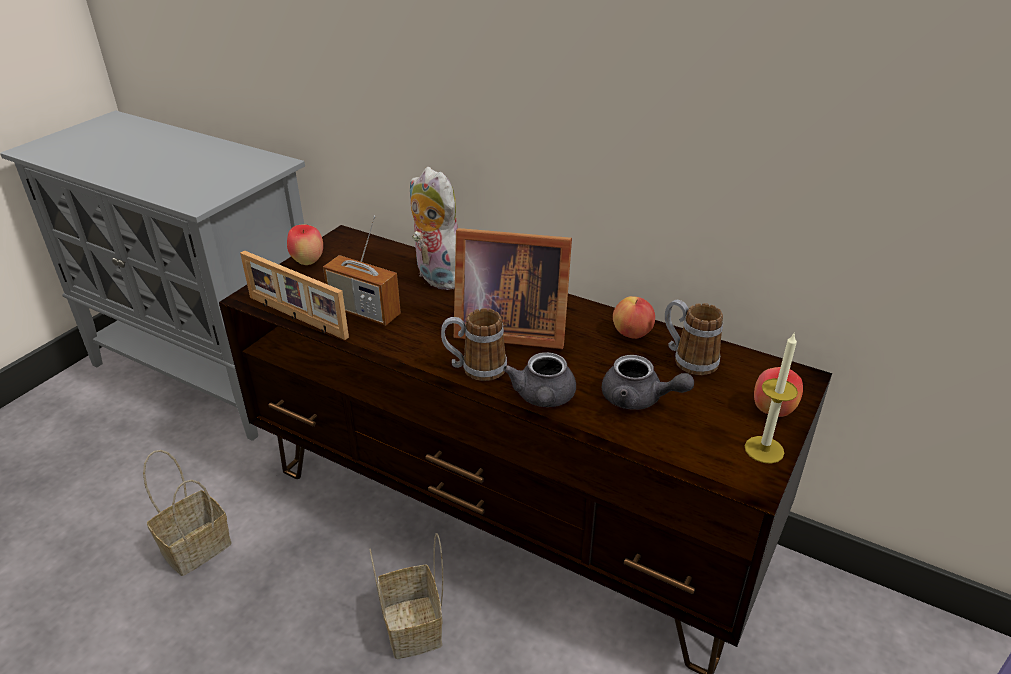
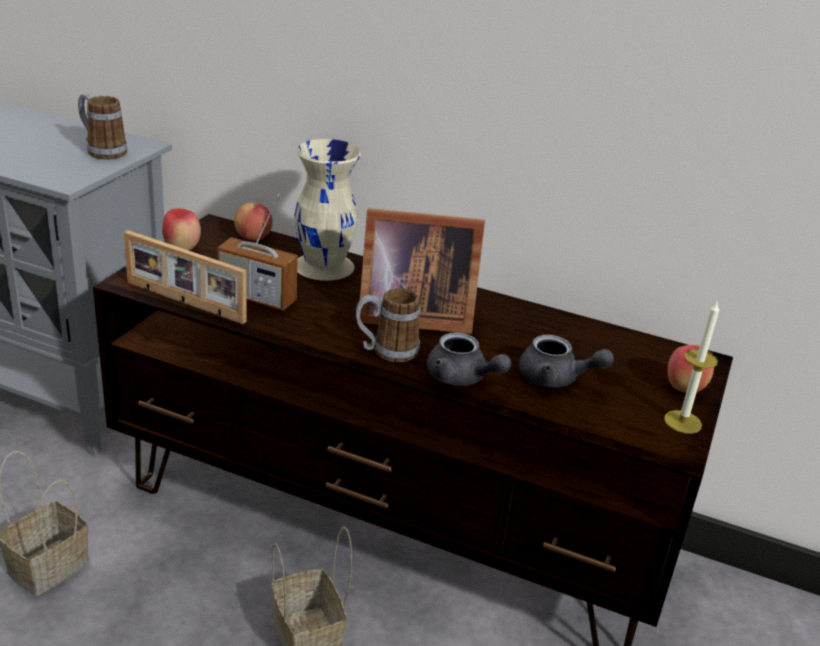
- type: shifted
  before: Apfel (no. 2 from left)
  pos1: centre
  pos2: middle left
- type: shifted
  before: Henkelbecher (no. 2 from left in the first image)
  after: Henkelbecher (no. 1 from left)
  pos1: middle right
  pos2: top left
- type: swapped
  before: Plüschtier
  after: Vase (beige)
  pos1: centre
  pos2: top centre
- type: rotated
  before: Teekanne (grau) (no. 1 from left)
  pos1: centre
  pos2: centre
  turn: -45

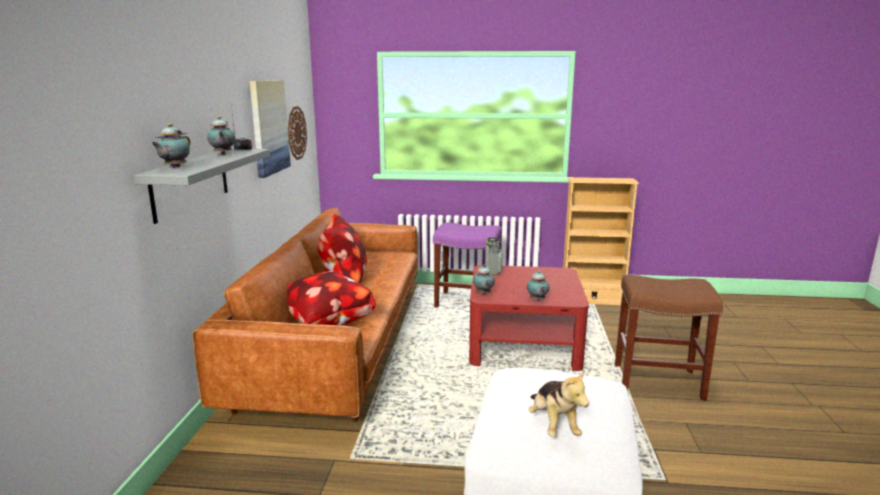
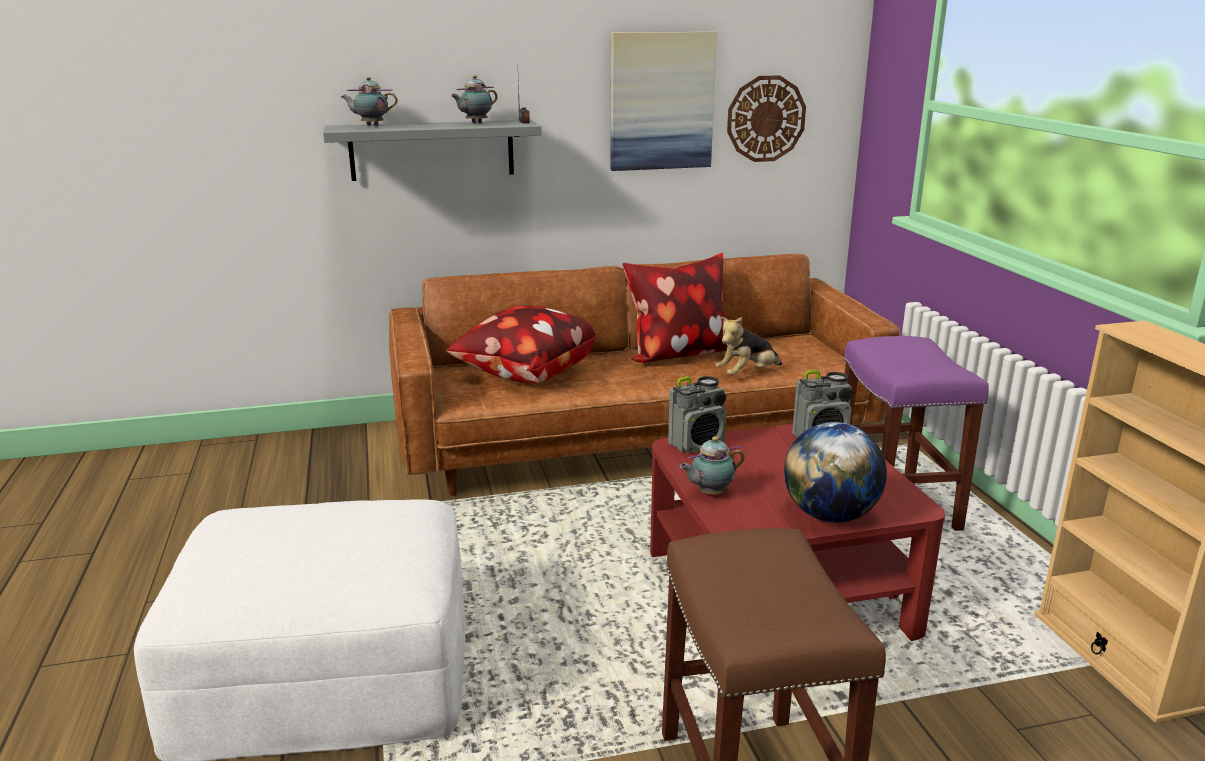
- type: new
  after: Globus
  pos2: middle right
- type: shifted
  before: Plüschtier
  pos1: bottom centre
  pos2: centre
- type: swapped
  before: Teekanne (no. 3 from left)
  after: Radio (no. 2 from left)
  pos1: centre
  pos2: centre

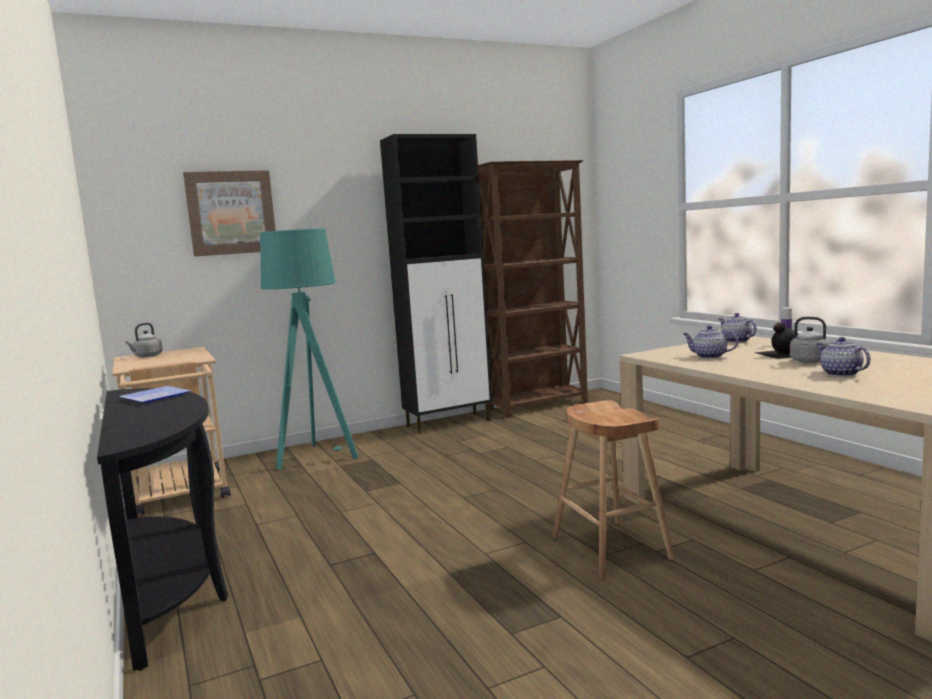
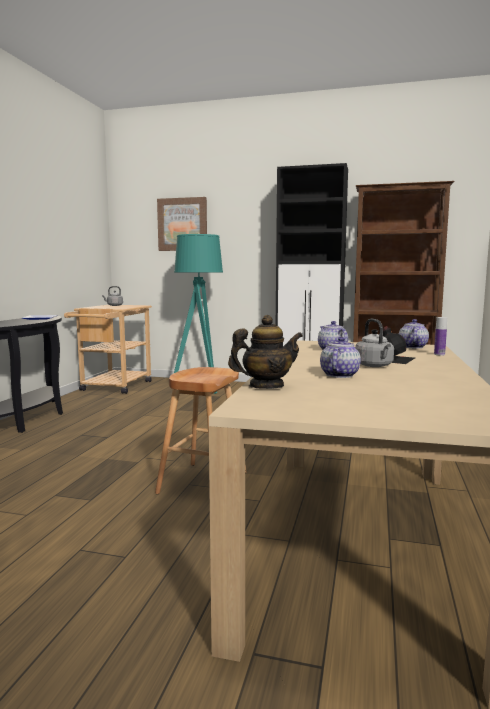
- type: new
  after: Teekanne (no. 1 from left)
  pos2: centre

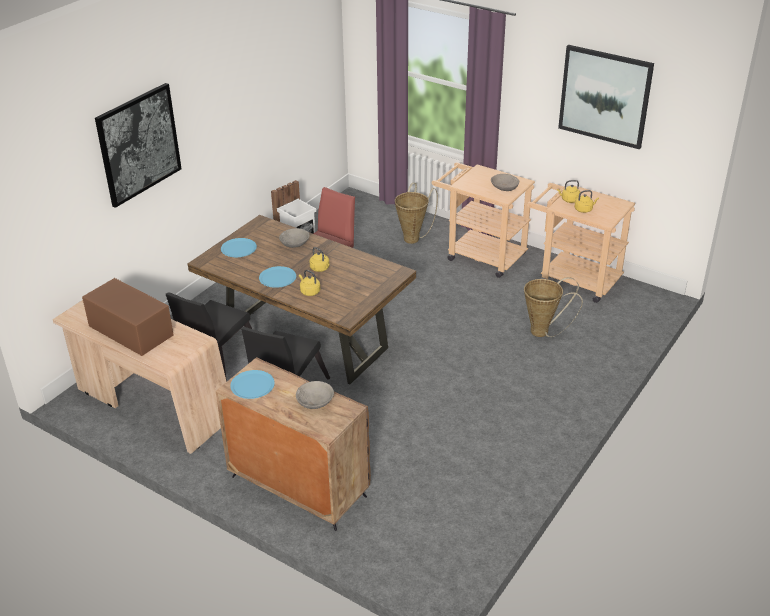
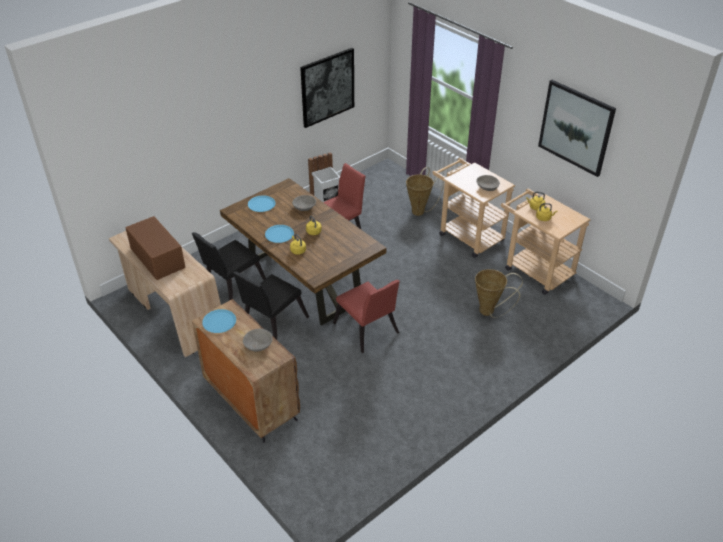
- type: new
  after: Stuhl (rot) (no. 2 from left)
  pos2: centre
- type: shifted
  before: Bild (no. 1 from left)
  pos1: top left
  pos2: top centre

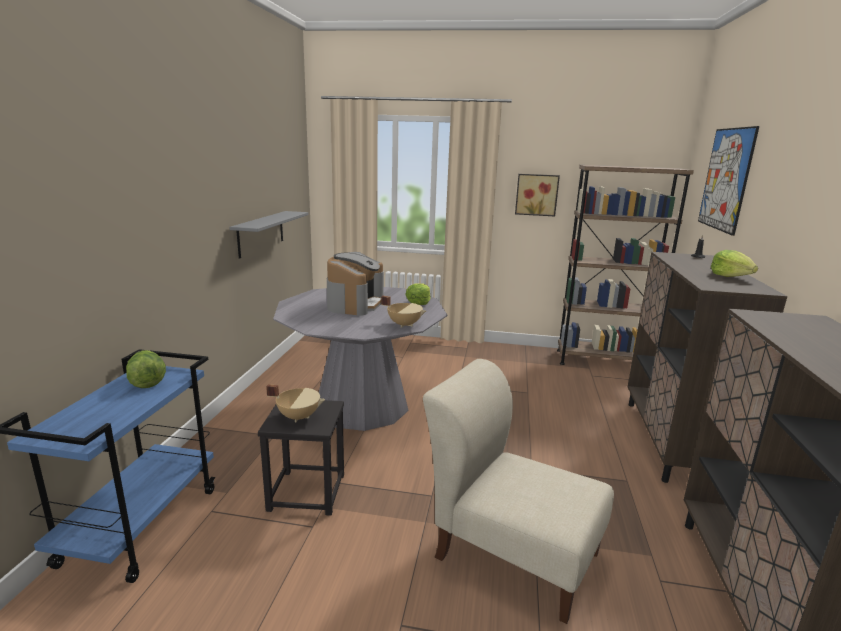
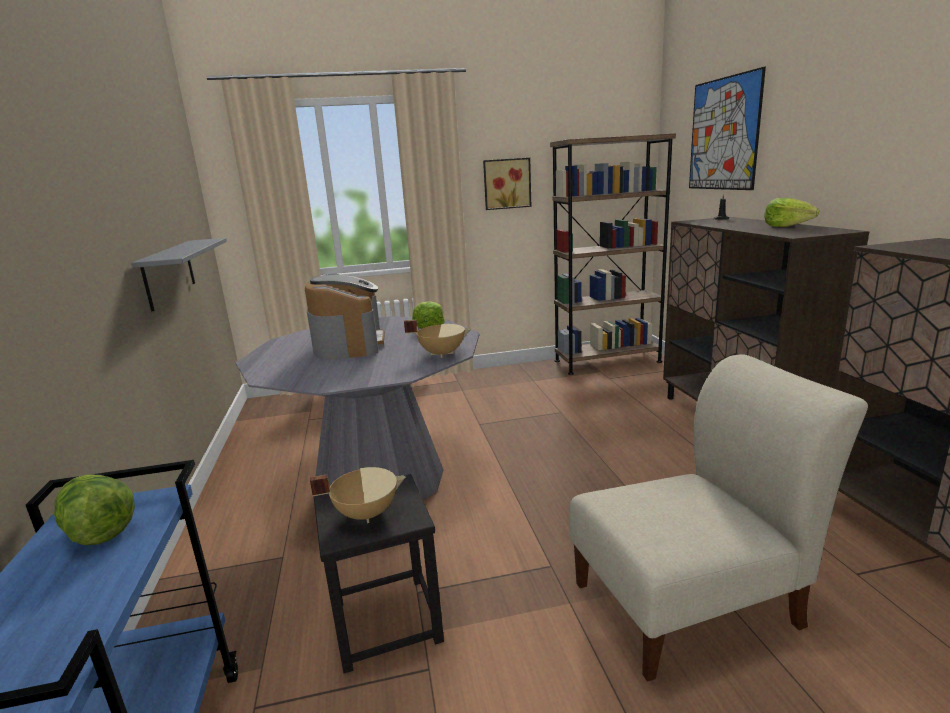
- type: rotated
  before: Stuhl (beige)
  pos1: bottom centre
  pos2: bottom right
  turn: 150

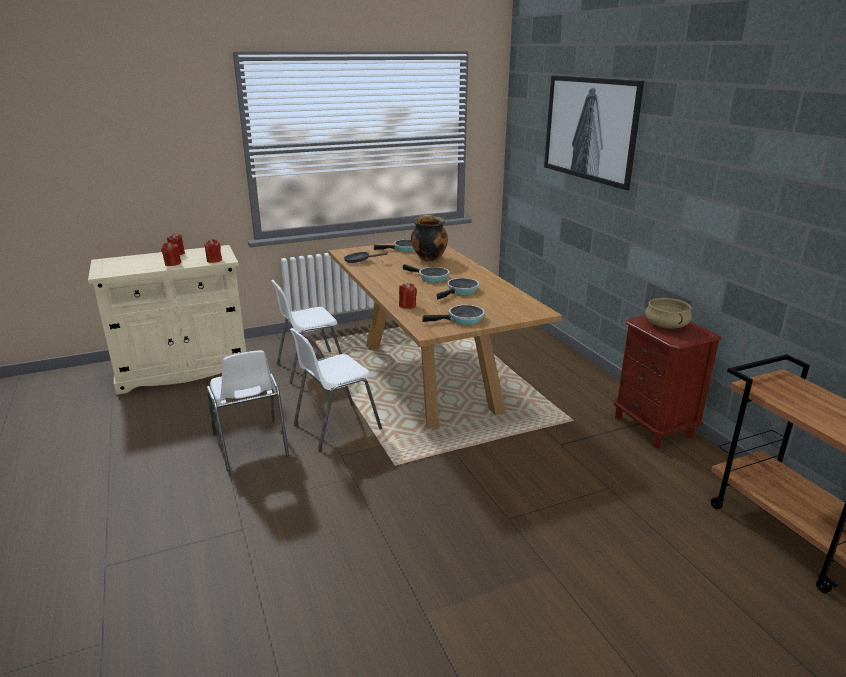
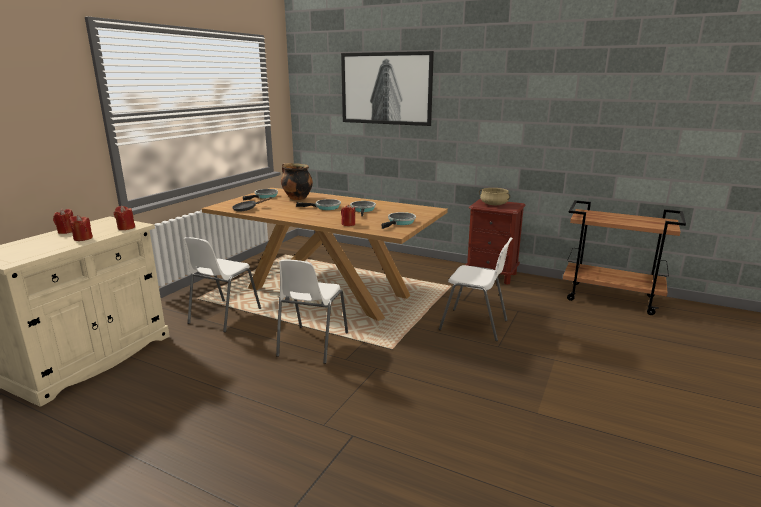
- type: shifted
  before: Stuhl (weiß) (no. 1 from left in the first image)
  after: Stuhl (weiß) (no. 3 from left)
  pos1: middle left
  pos2: centre

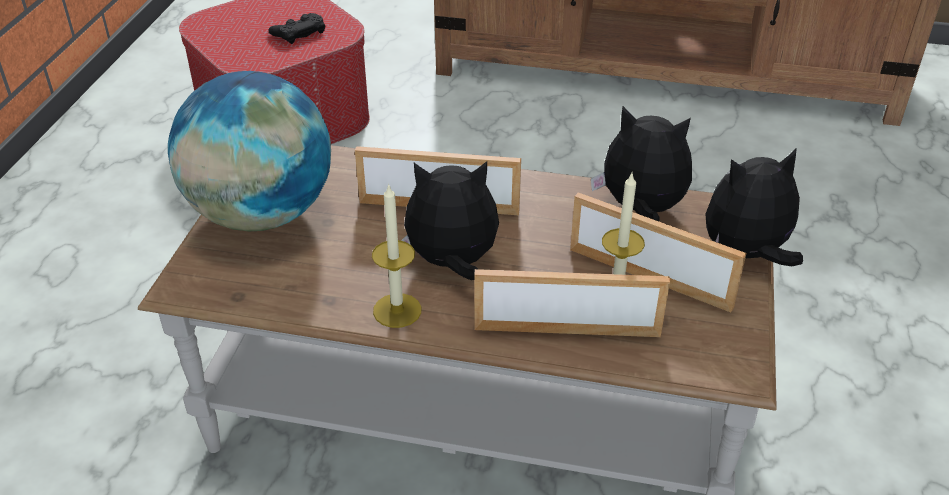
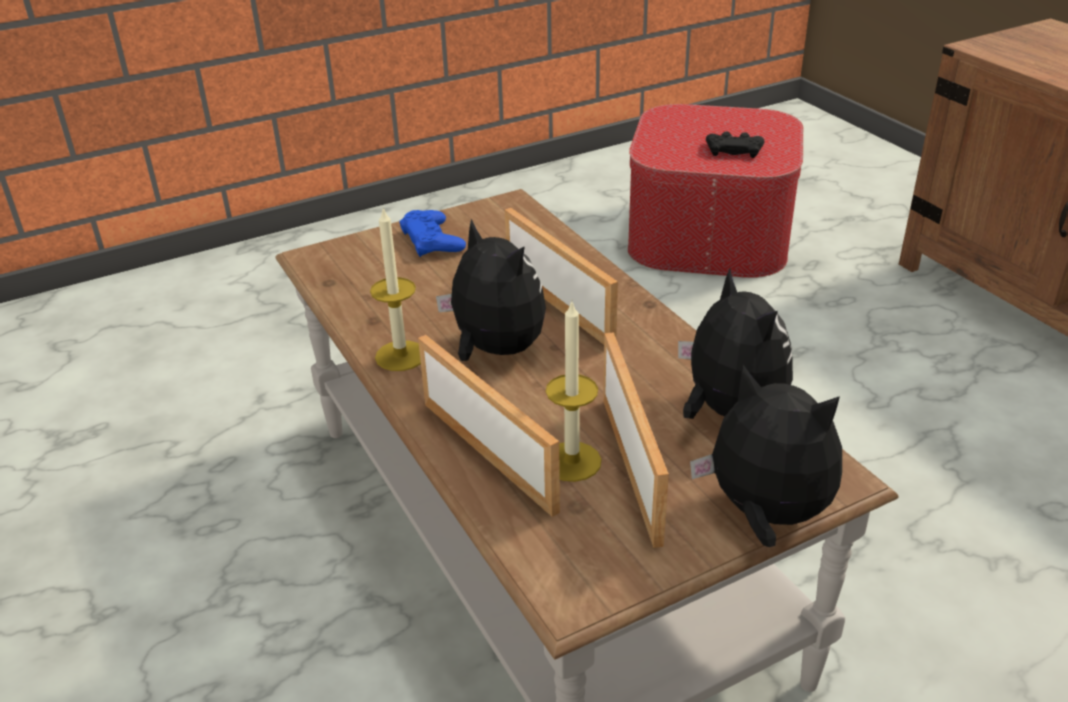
- type: swapped
  before: Globus
  after: Gamepad (blau)
  pos1: top left
  pos2: top centre

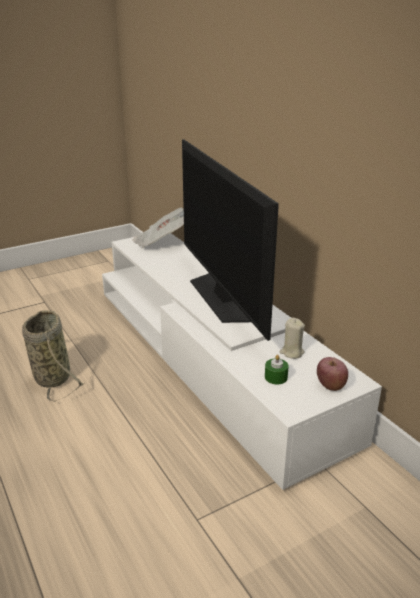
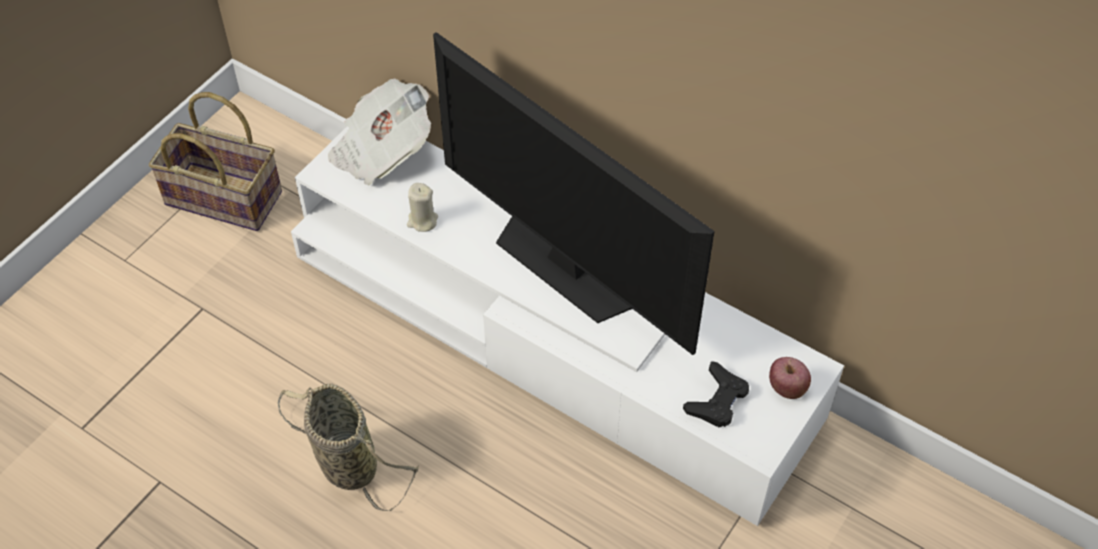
- type: new
  after: Korb (no. 1 from left)
  pos2: top left
- type: shifted
  before: Kerze (beige)
  pos1: middle right
  pos2: centre
- type: swapped
  before: Kerze (grün)
  after: Gamepad (schwarz)
  pos1: centre
  pos2: bottom centre

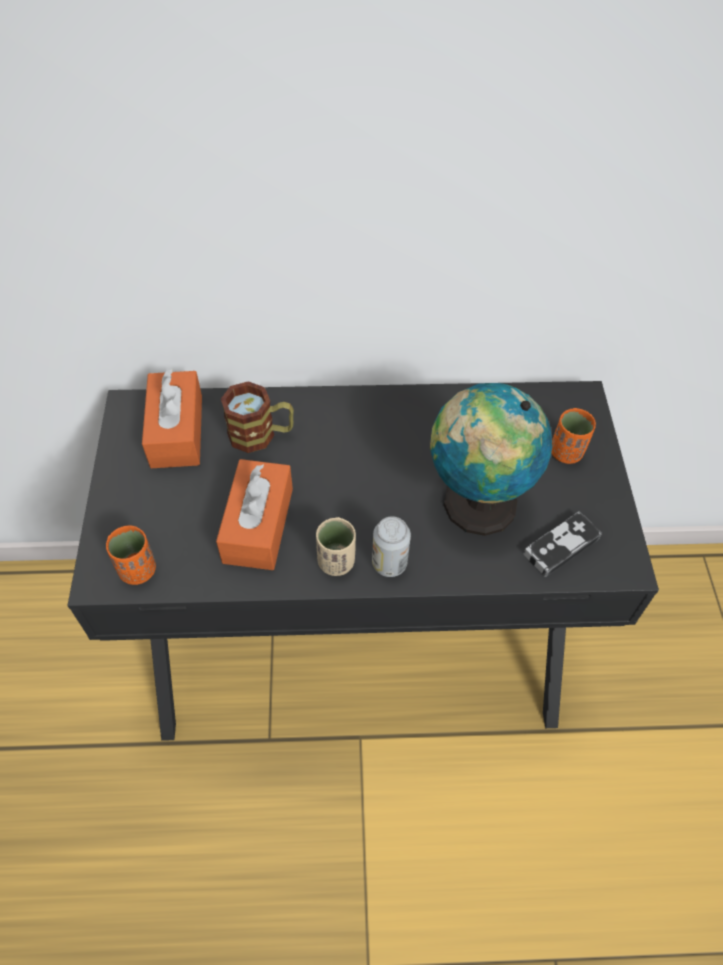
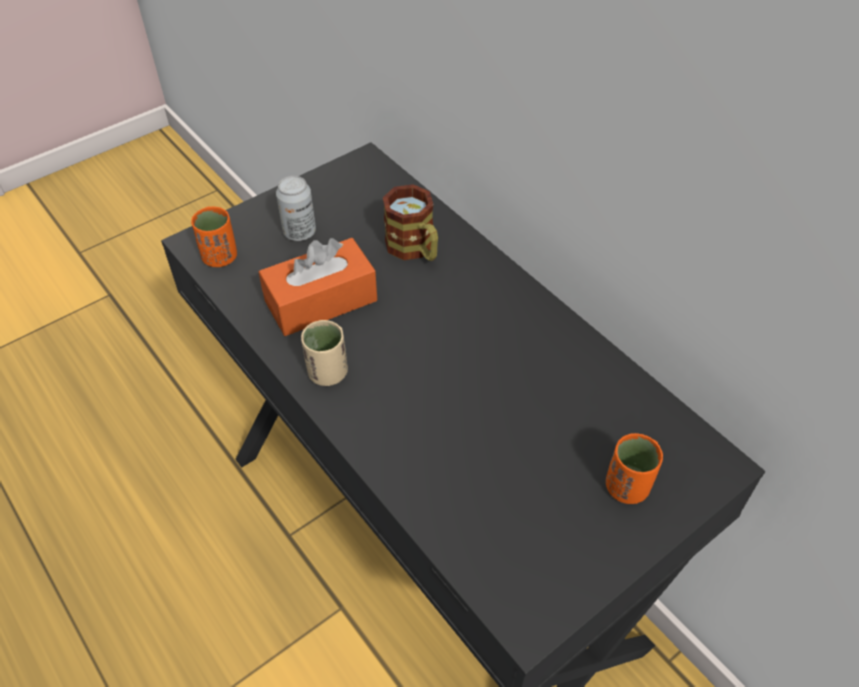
- type: gone
  before: Taschentuchbox (orange) (no. 1 from left)
  pos1: middle left
- type: gone
  before: Globus
  pos1: middle right
- type: gone
  before: Gamepad
  pos1: middle right
- type: shifted
  before: Dose
  pos1: centre
  pos2: top centre

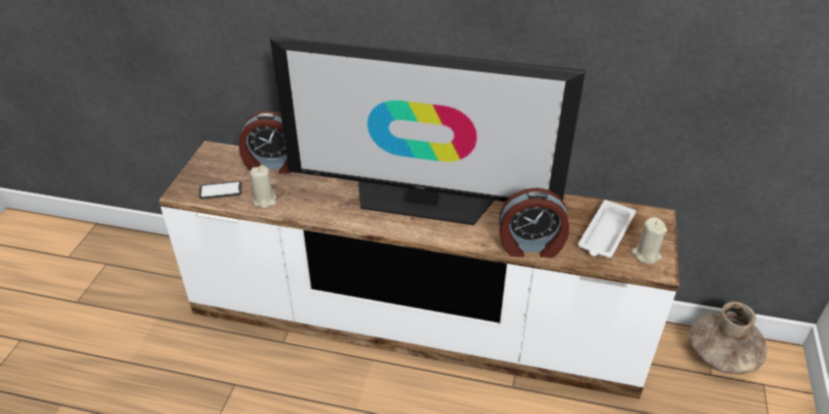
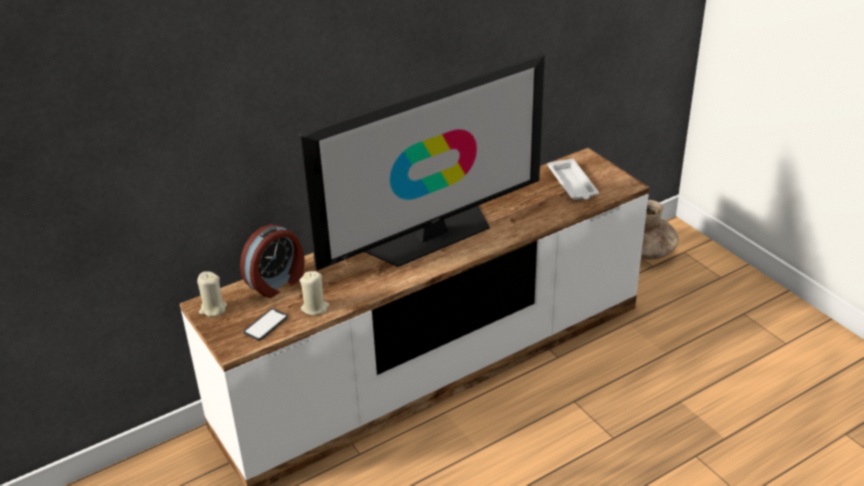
- type: gone
  before: Wecker (no. 2 from left)
  pos1: centre
- type: shifted
  before: Kerze (beige) (no. 2 from left in the first image)
  after: Kerze (beige) (no. 1 from left)
  pos1: middle right
  pos2: middle left

